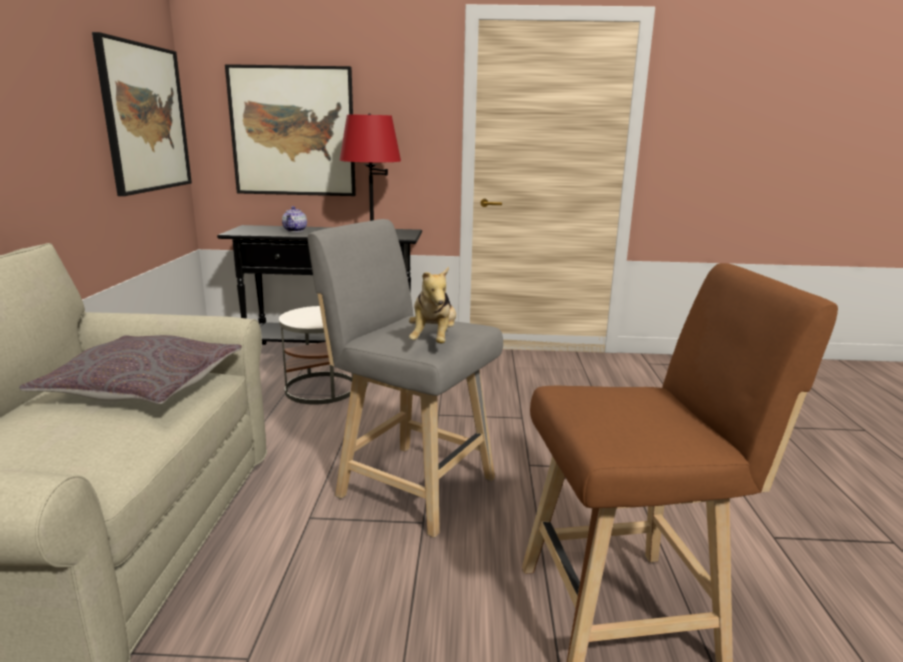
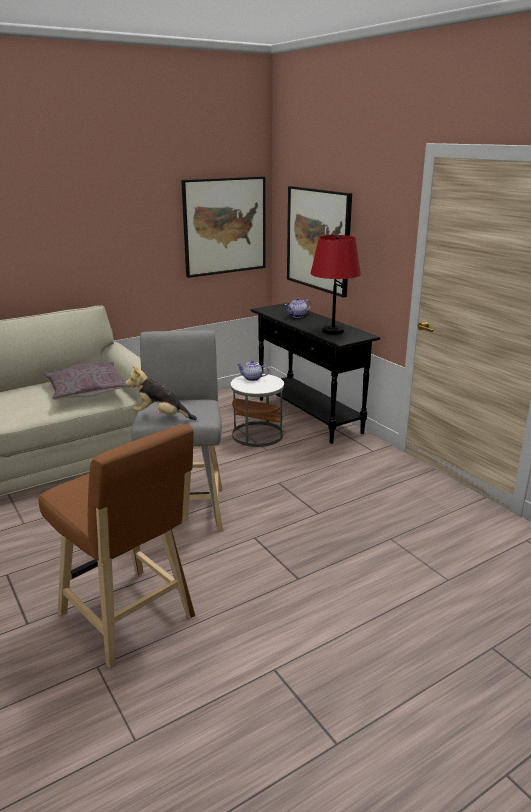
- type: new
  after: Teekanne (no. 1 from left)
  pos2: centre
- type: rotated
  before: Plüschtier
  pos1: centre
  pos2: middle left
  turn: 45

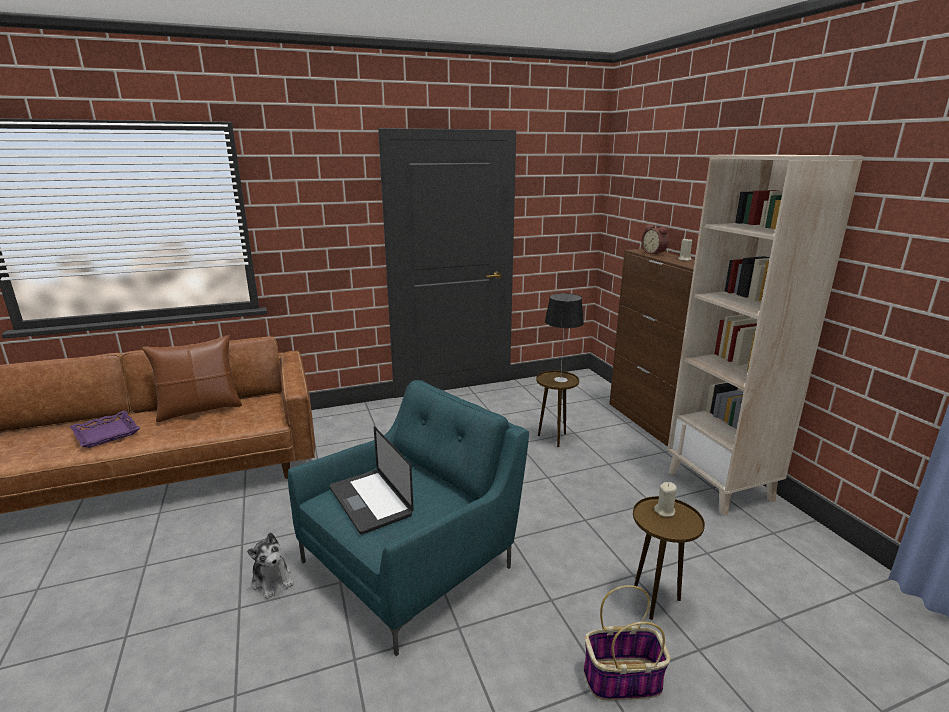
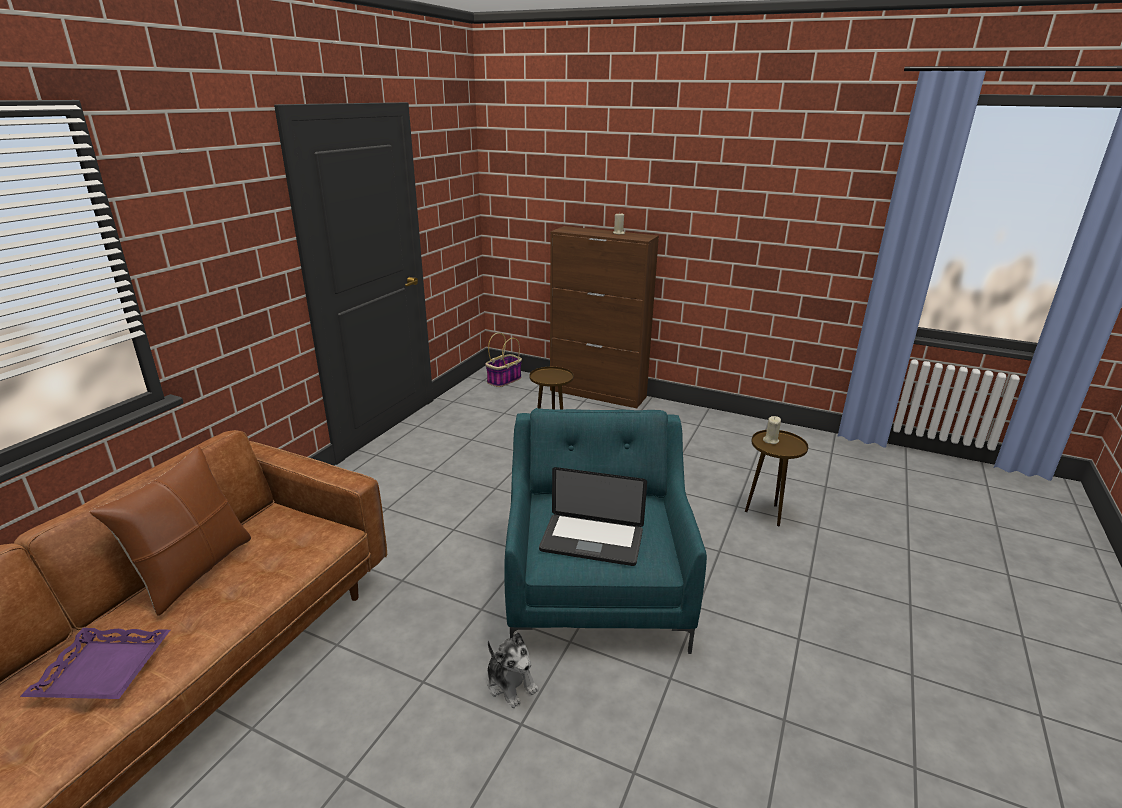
- type: gone
  before: Tischlampe
  pos1: centre
- type: gone
  before: Wecker
  pos1: middle right
- type: gone
  before: Bücherregal (beige)
  pos1: middle right
- type: shifted
  before: Korb
  pos1: bottom centre
  pos2: centre
- type: rotated
  before: Plüschtier
  pos1: bottom left
  pos2: bottom centre
  turn: 45

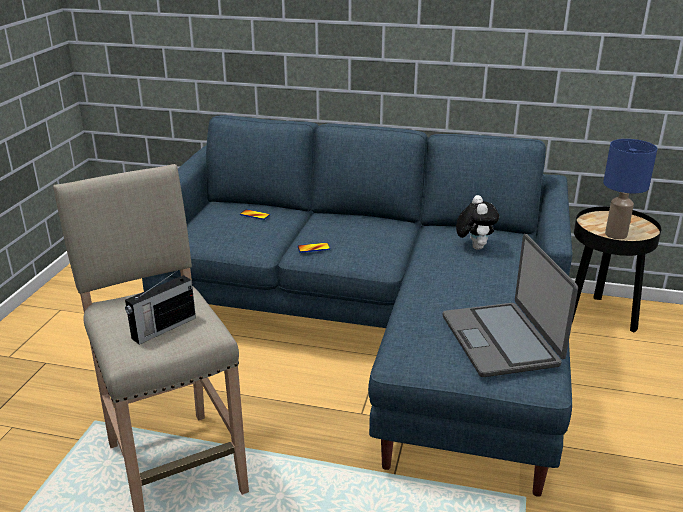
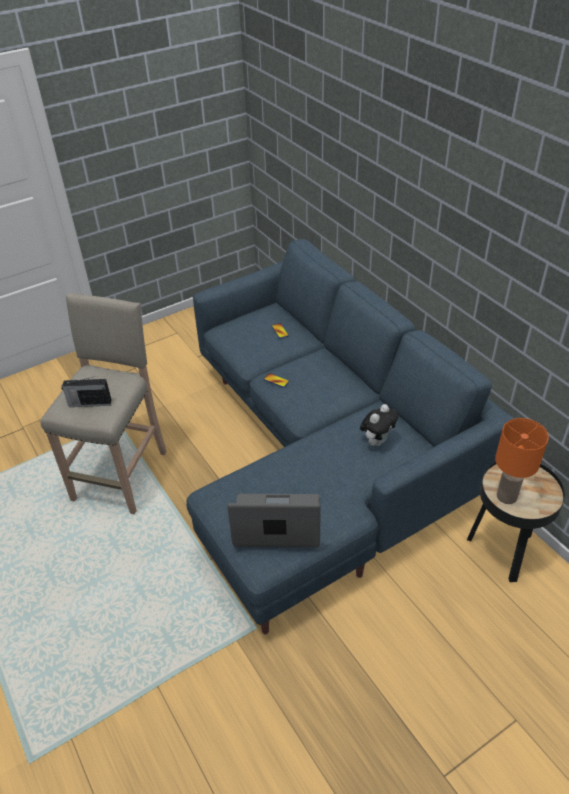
- type: repainted
  before: Tischlampe (blau)
  after: Tischlampe (orange)
  pos1: middle right
  pos2: middle right
- type: rotated
  before: Laptop
  pos1: middle right
  pos2: centre
  turn: 60

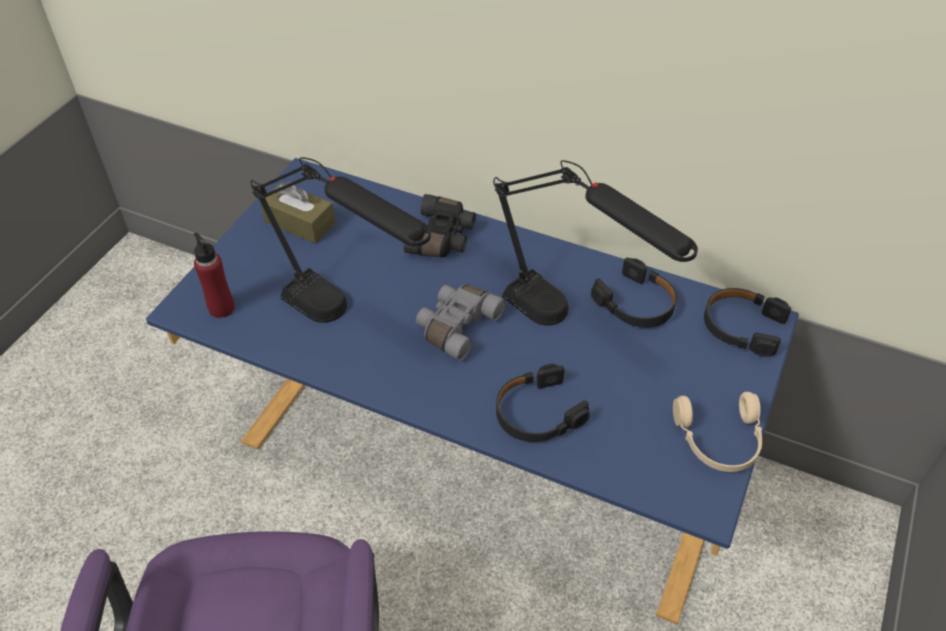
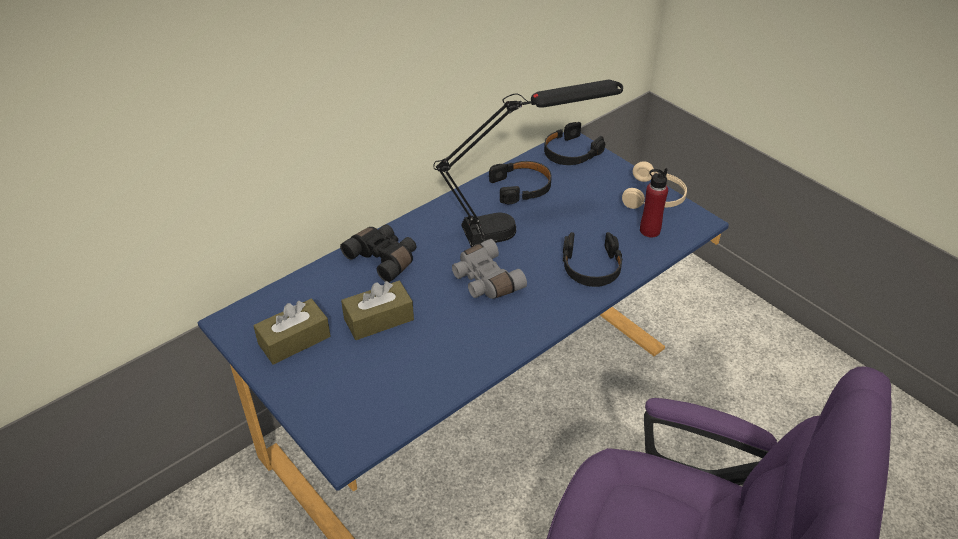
- type: gone
  before: Tischlampe (schwarz) (no. 1 from left)
  pos1: centre
- type: new
  after: Taschentuchbox (braun) (no. 2 from left)
  pos2: centre
- type: shifted
  before: Flasche (rot)
  pos1: middle left
  pos2: middle right

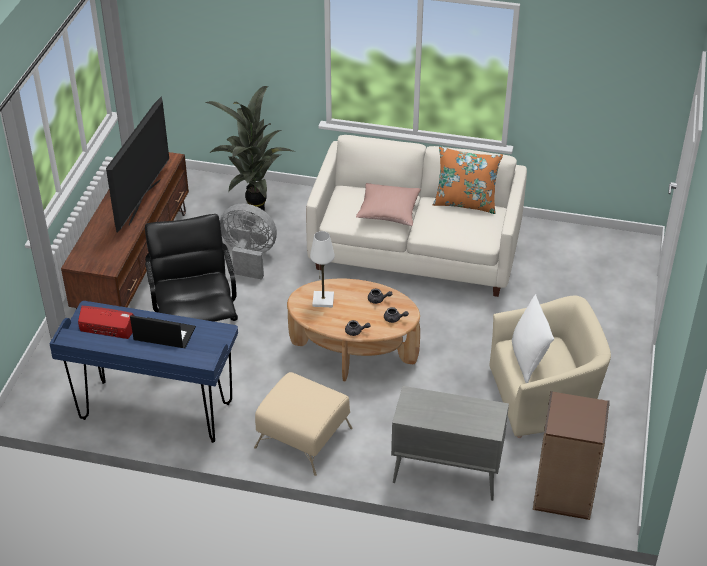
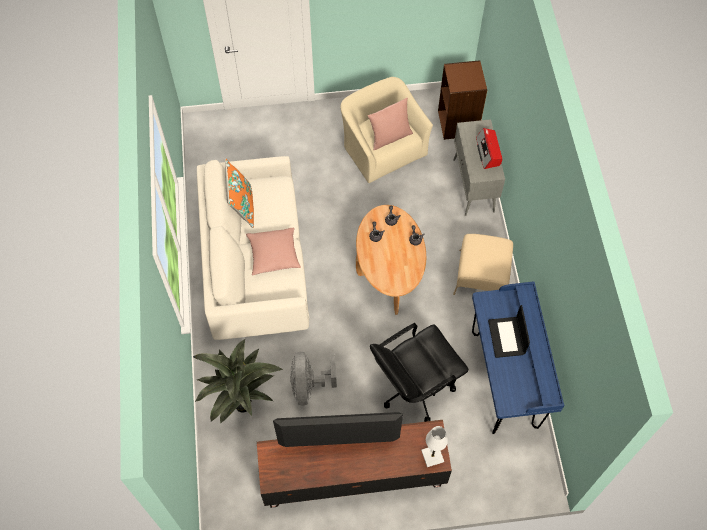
- type: shifted
  before: Radio
  pos1: middle left
  pos2: top right
- type: shifted
  before: Tischlampe (weiß)
  pos1: centre
  pos2: bottom centre
- type: repainted
  before: Kissen (weiß)
  after: Kissen (rosa) (no. 2 from left)
  pos1: middle right
  pos2: top centre

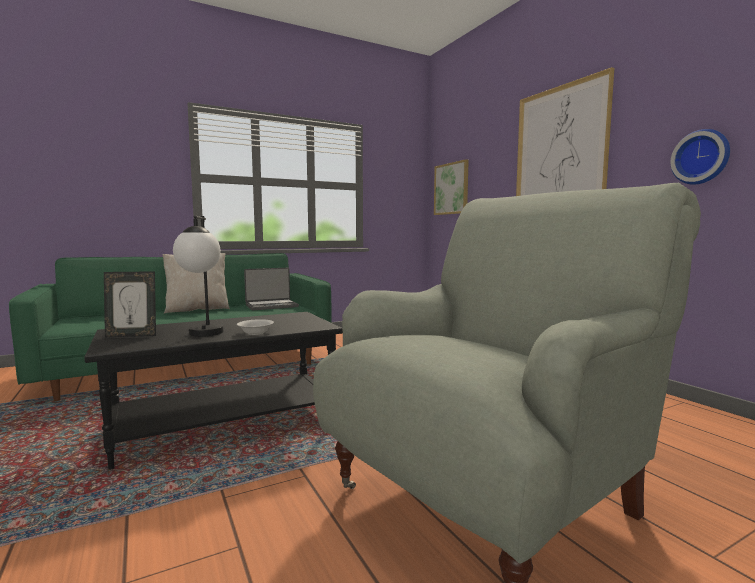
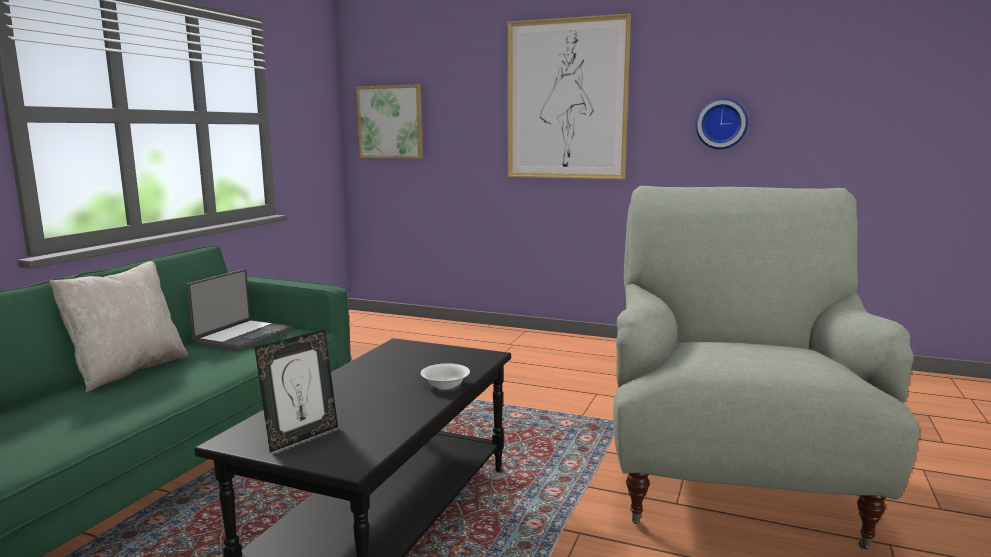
- type: gone
  before: Tischlampe
  pos1: middle left

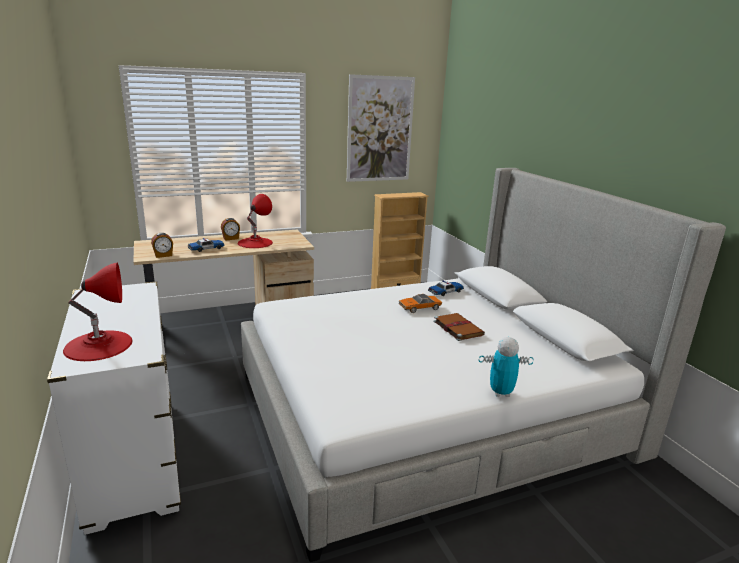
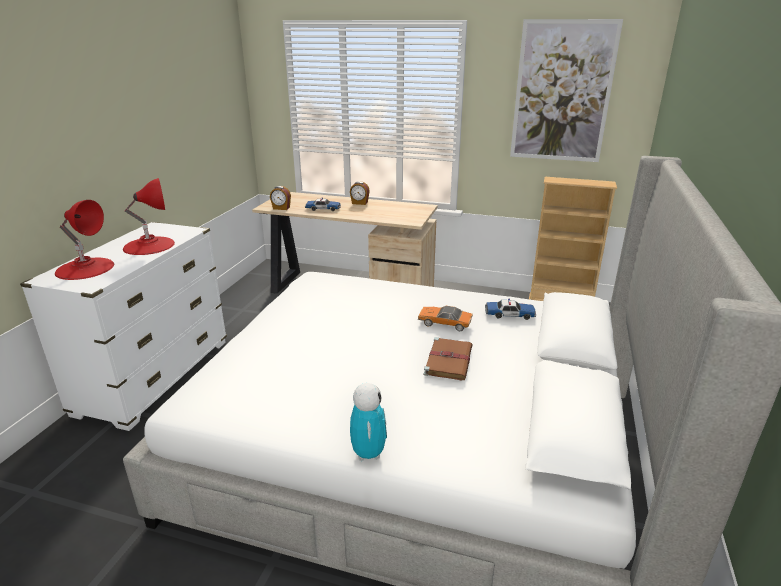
- type: shifted
  before: Tischlampe (rot) (no. 2 from left)
  pos1: centre
  pos2: middle left
- type: rotated
  before: Spielzeugroboter
  pos1: middle right
  pos2: bottom centre
  turn: 45

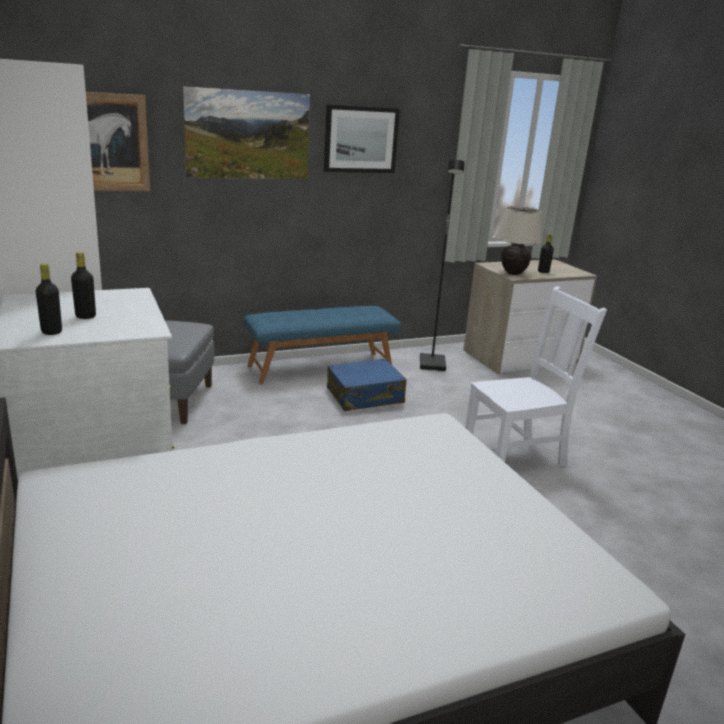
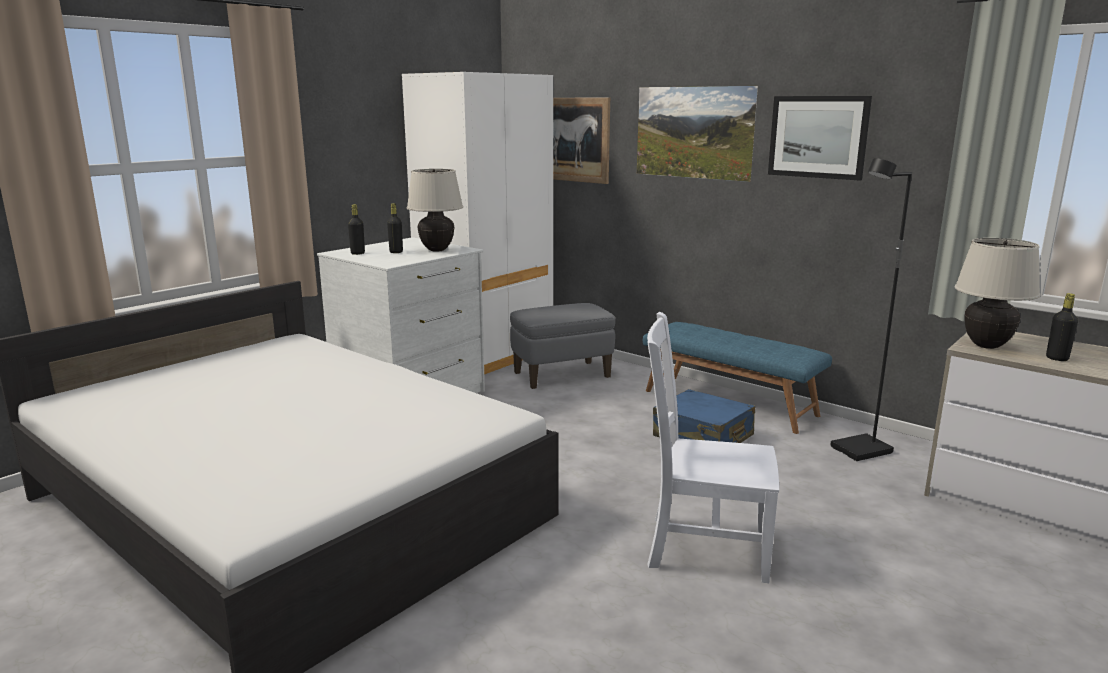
- type: new
  after: Tischlampe (beige) (no. 1 from left)
  pos2: top centre
- type: rotated
  before: Stuhl (weiß)
  pos1: middle right
  pos2: centre
  turn: 150

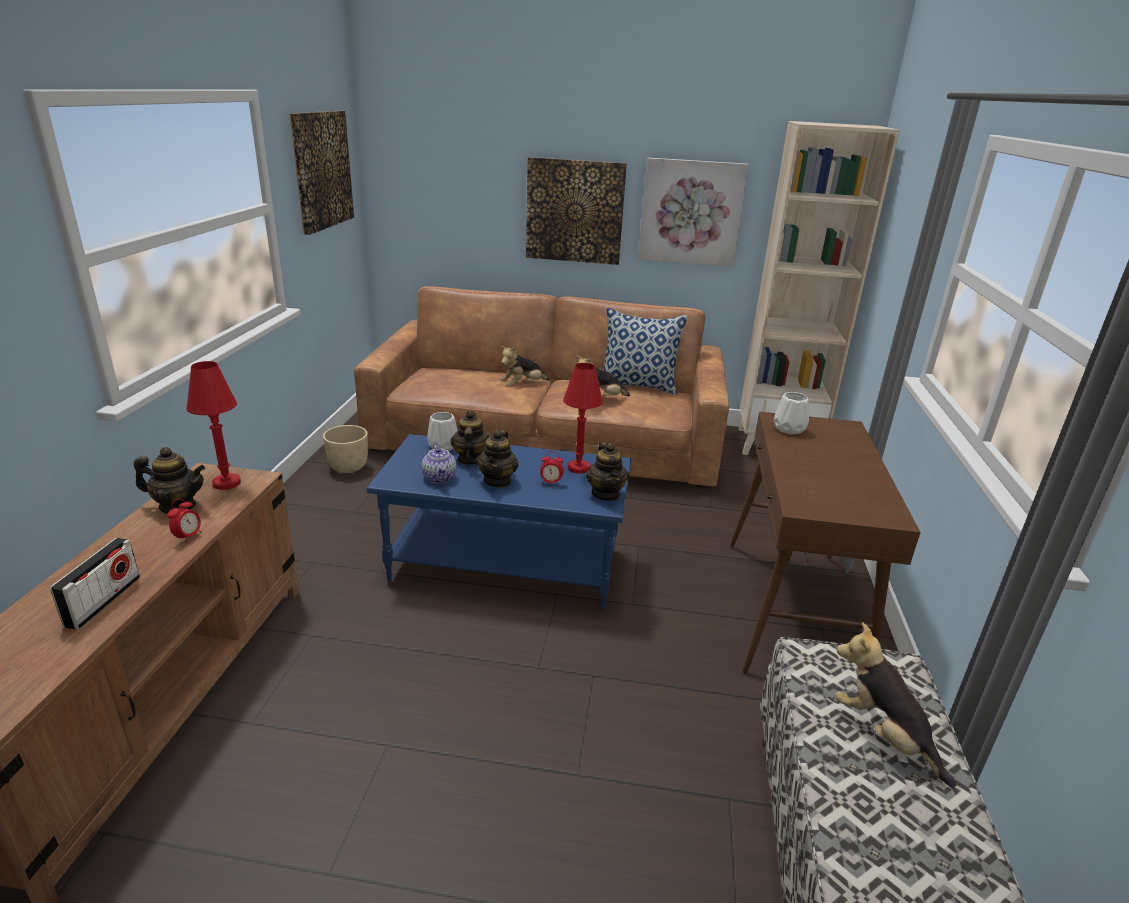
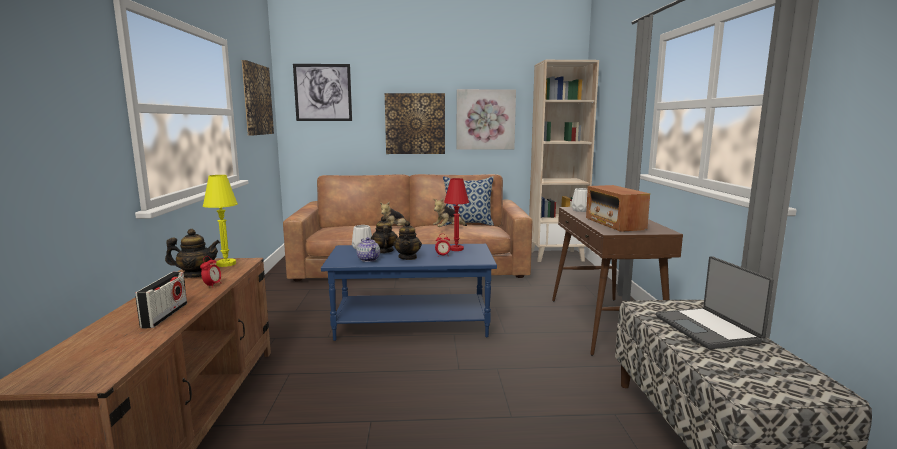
- type: gone
  before: Pflanzkübel (beige)
  pos1: middle left
- type: gone
  before: Teekanne (no. 5 from left)
  pos1: centre
- type: new
  after: Bild (no. 2 from left)
  pos2: top centre
- type: new
  after: Radio (no. 2 from left)
  pos2: middle right
- type: swapped
  before: Plüschtier (no. 3 from left)
  after: Laptop
  pos1: bottom right
  pos2: bottom right
- type: repainted
  before: Tischlampe (rot) (no. 1 from left)
  after: Tischlampe (gelb)
  pos1: middle left
  pos2: middle left

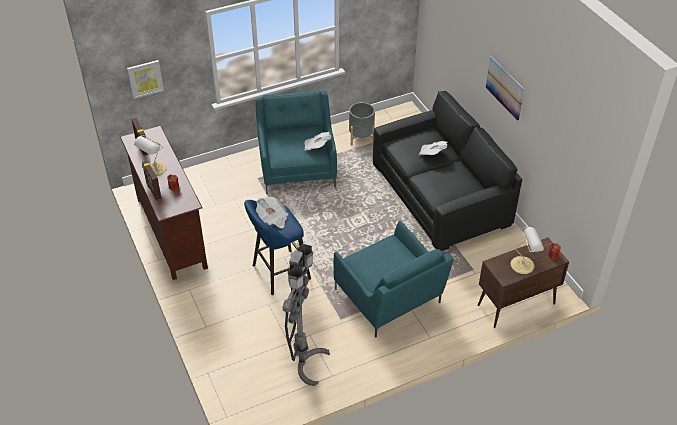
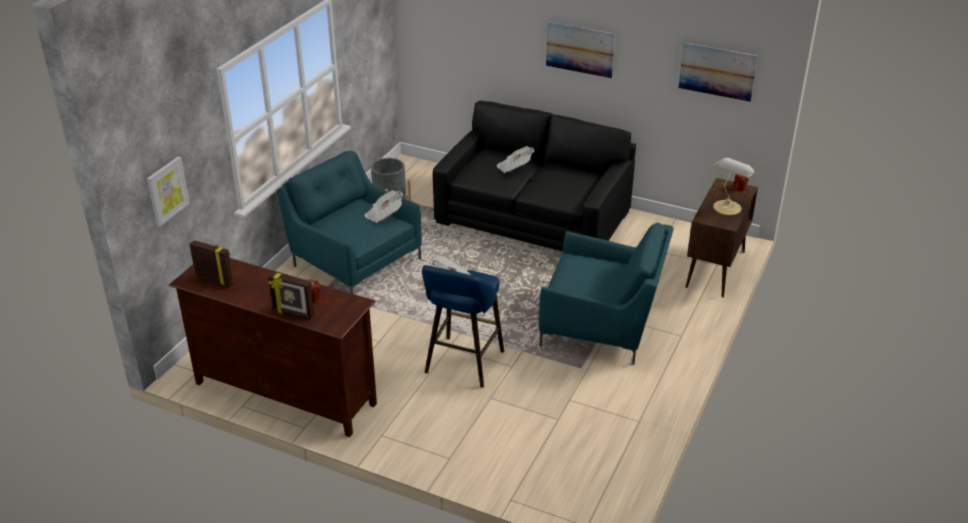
- type: gone
  before: Tischlampe (no. 1 from left)
  pos1: middle left
- type: gone
  before: Stehlampe (grau)
  pos1: bottom centre
- type: new
  after: Bild (no. 3 from left)
  pos2: top right

